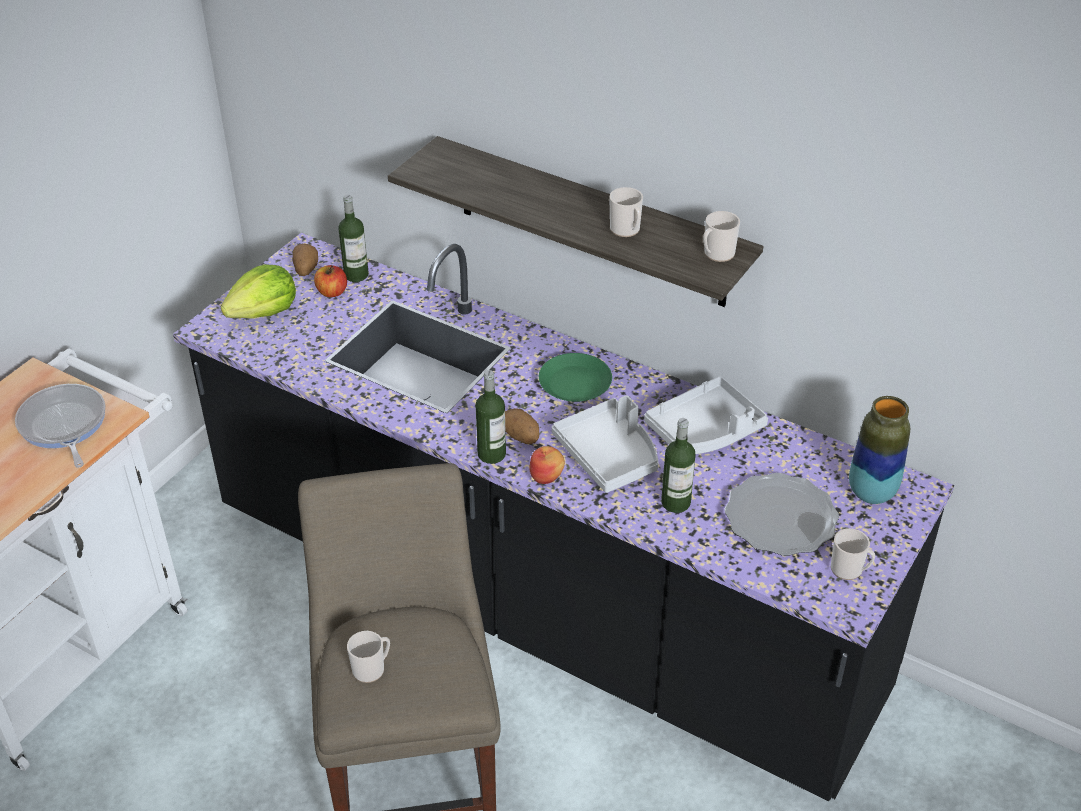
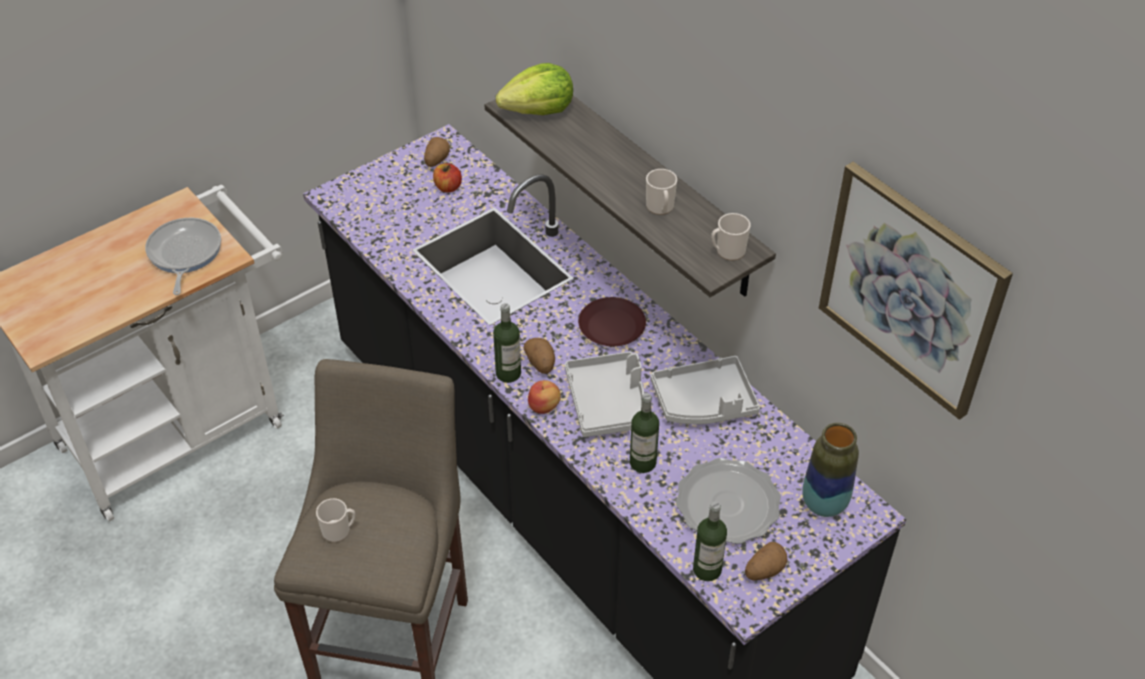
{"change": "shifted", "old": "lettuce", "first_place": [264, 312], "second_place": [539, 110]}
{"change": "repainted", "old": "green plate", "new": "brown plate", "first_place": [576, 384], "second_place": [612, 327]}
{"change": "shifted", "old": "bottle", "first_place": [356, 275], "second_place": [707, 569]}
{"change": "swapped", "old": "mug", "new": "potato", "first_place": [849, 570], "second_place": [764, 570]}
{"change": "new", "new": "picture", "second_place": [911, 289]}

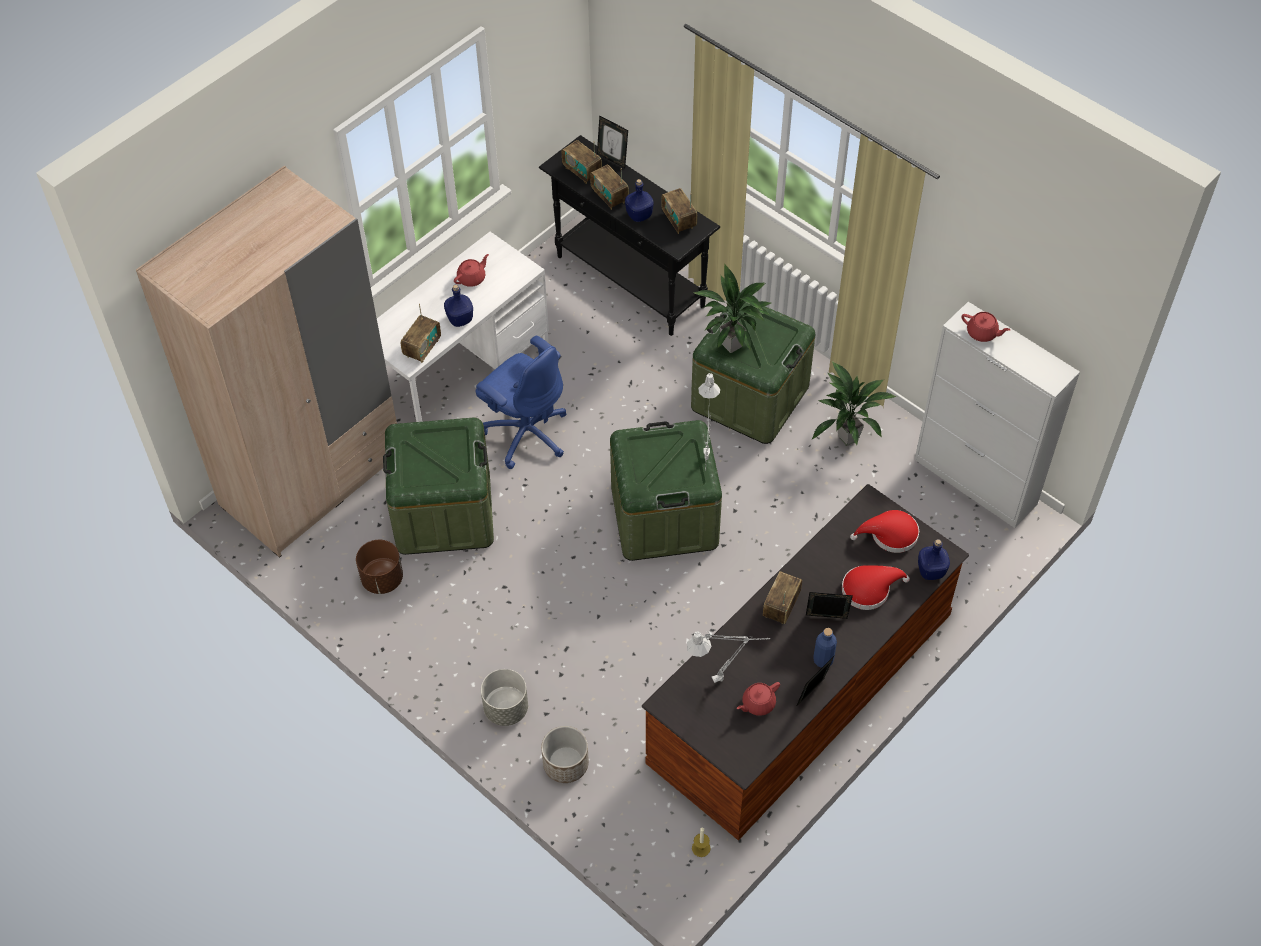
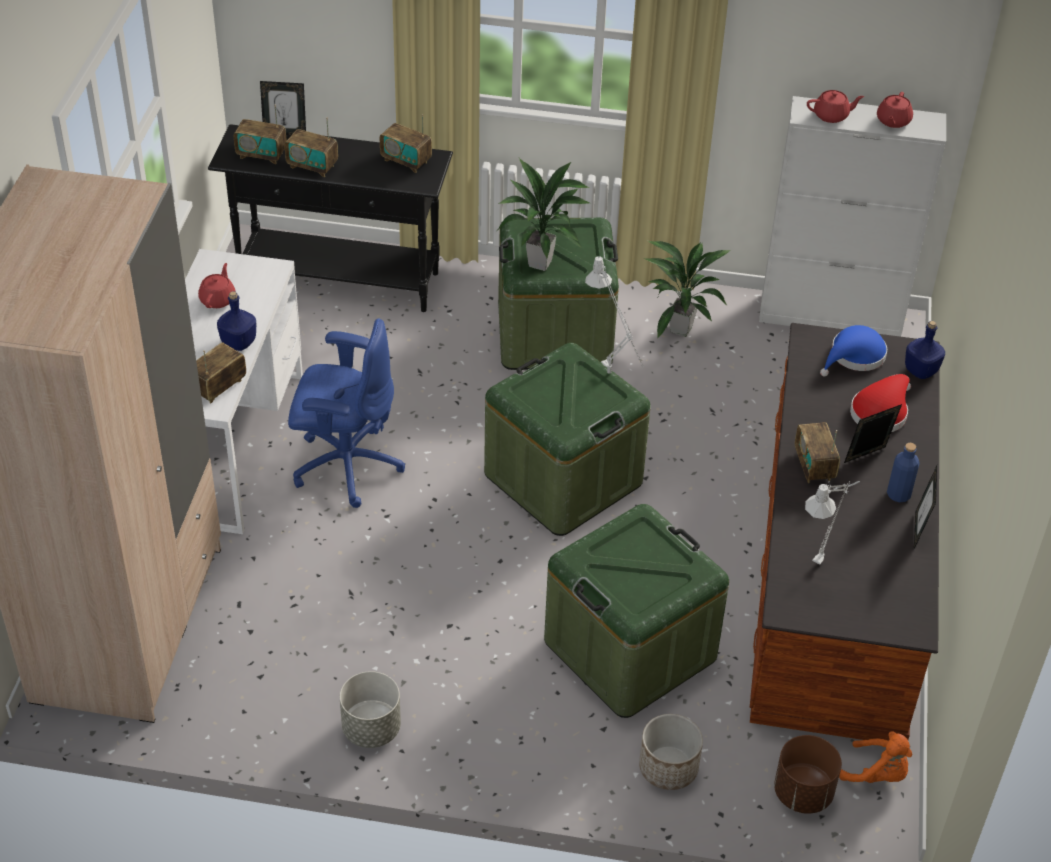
{"change": "rotated", "old": "radio", "first_place": [422, 348], "second_place": [218, 387], "degrees": -135}
{"change": "shifted", "old": "grey planter", "first_place": [506, 709], "second_place": [372, 729]}
{"change": "shifted", "old": "green storage box", "first_place": [444, 512], "second_place": [630, 650]}
{"change": "shifted", "old": "brown planter", "first_place": [382, 579], "second_place": [802, 793]}
{"change": "repainted", "old": "red hat", "new": "blue hat", "first_place": [890, 535], "second_place": [854, 357]}
{"change": "swapped", "old": "candle", "new": "orange plush toy", "first_place": [701, 848], "second_place": [877, 774]}
{"change": "shifted", "old": "red teapot", "first_place": [757, 703], "second_place": [893, 121]}
{"change": "gone", "old": "blue bottle", "first_place": [639, 215]}

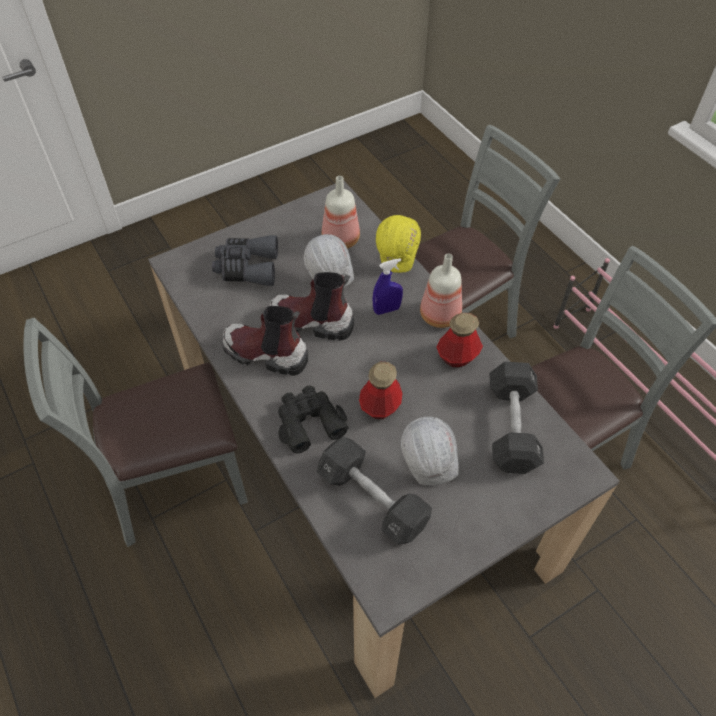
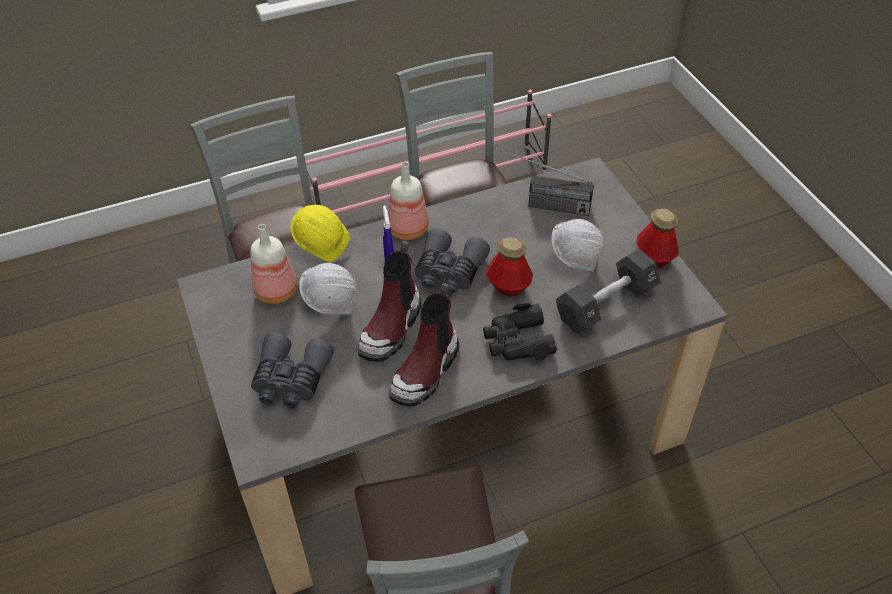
{"change": "new", "new": "grey binoculars", "second_place": [449, 272]}
{"change": "swapped", "old": "black dumbbell", "new": "radio", "first_place": [512, 427], "second_place": [542, 205]}
{"change": "shifted", "old": "bottle", "first_place": [457, 357], "second_place": [654, 258]}

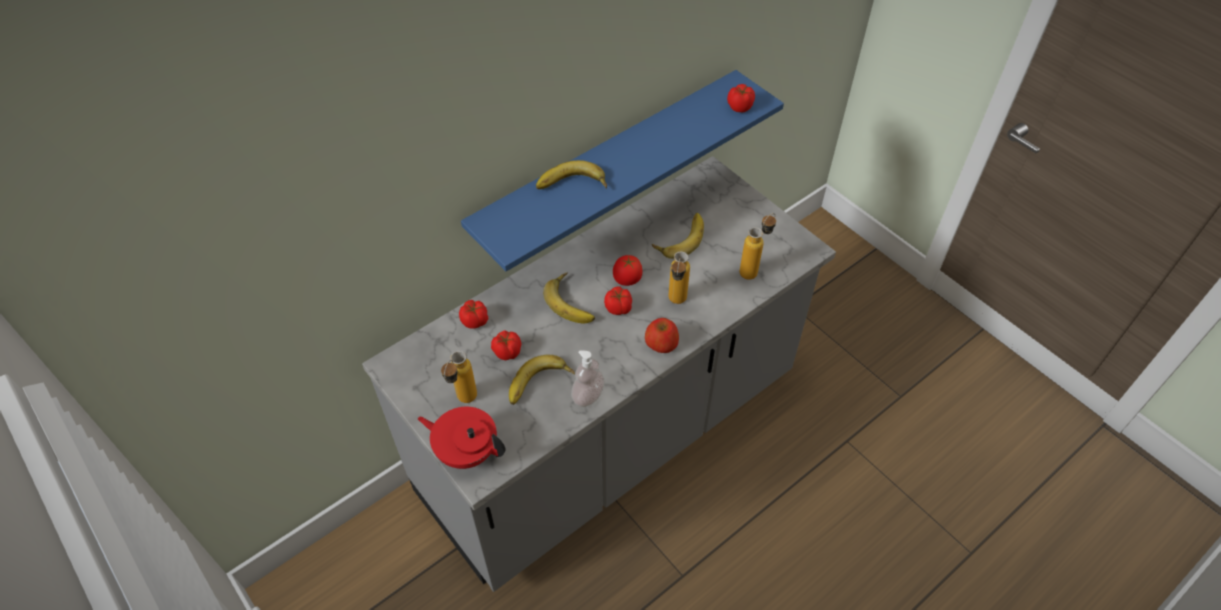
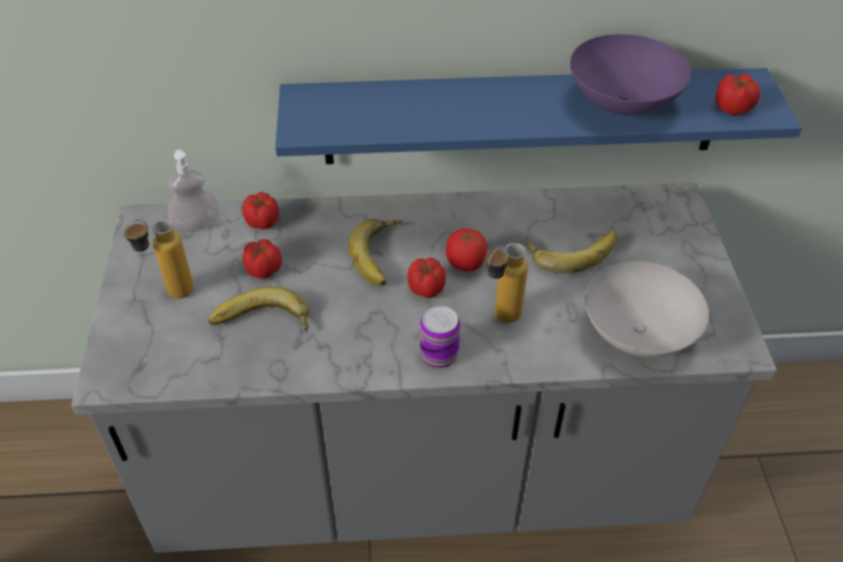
{"change": "shifted", "old": "soap dispenser", "first_place": [588, 396], "second_place": [196, 223]}
{"change": "swapped", "old": "apple", "new": "can", "first_place": [661, 344], "second_place": [439, 354]}
{"change": "new", "new": "purple bowl", "second_place": [620, 103]}
{"change": "swapped", "old": "bottle", "new": "white bowl", "first_place": [753, 269], "second_place": [636, 332]}
{"change": "gone", "old": "red teapot", "first_place": [466, 451]}
{"change": "gone", "old": "banana", "first_place": [572, 186]}

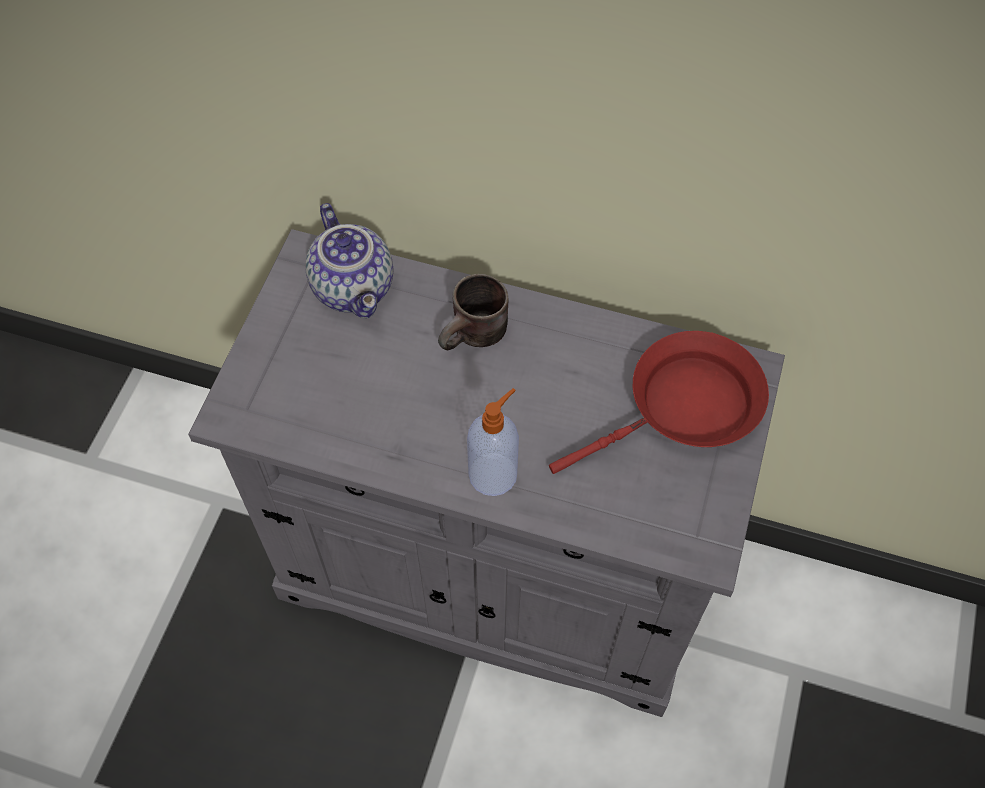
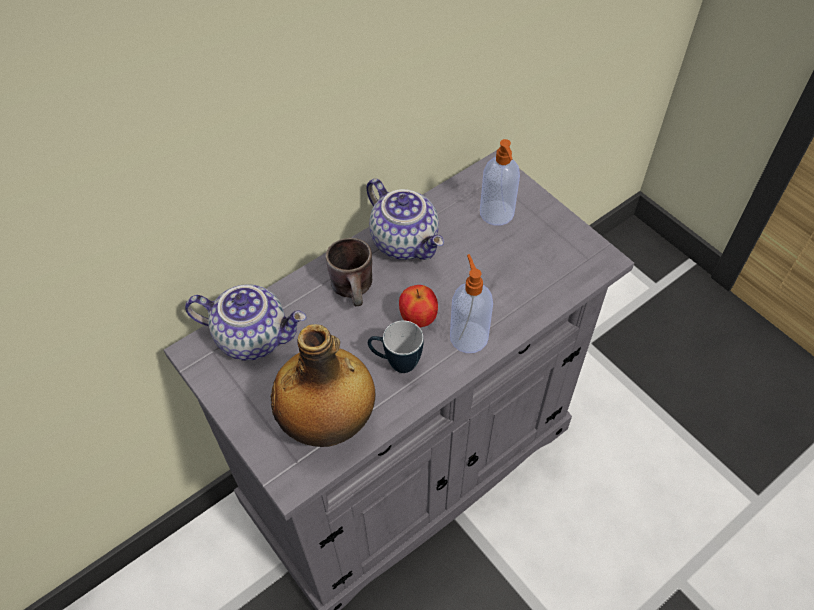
{"change": "new", "new": "bottle", "second_place": [329, 423]}
{"change": "new", "new": "teapot", "second_place": [406, 241]}
{"change": "new", "new": "mug", "second_place": [396, 363]}
{"change": "new", "new": "apple", "second_place": [418, 319]}
{"change": "swapped", "old": "red frying pan", "new": "soap dispenser", "first_place": [684, 408], "second_place": [497, 214]}

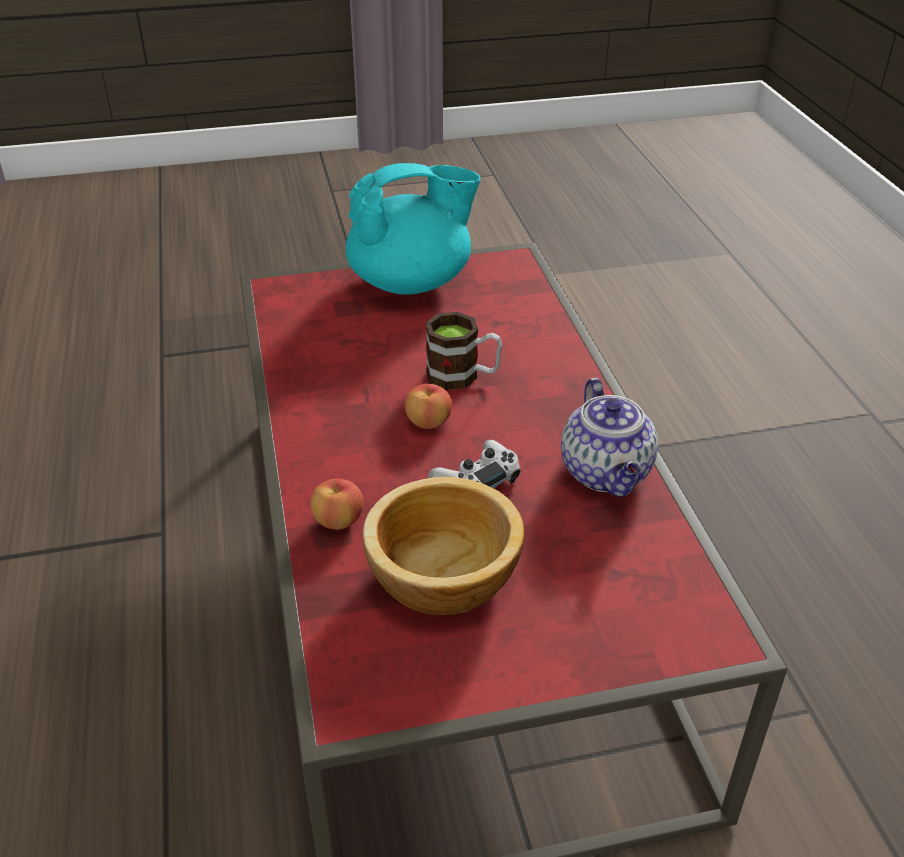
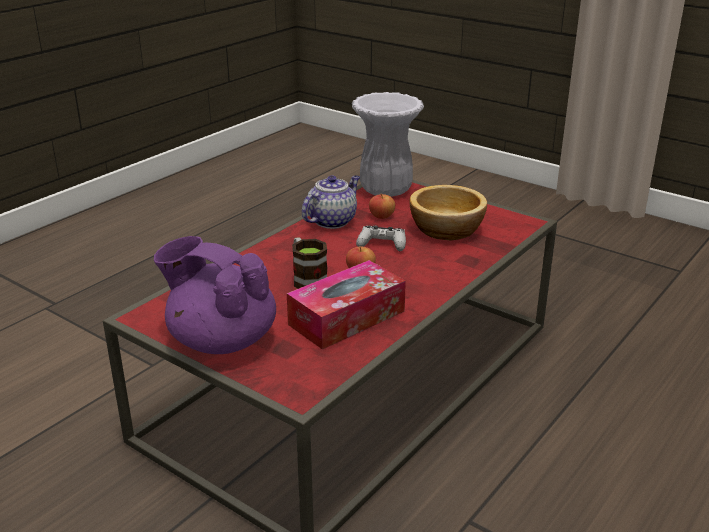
{"change": "repainted", "old": "turquoise teapot", "new": "purple teapot", "first_place": [412, 282], "second_place": [221, 340]}
{"change": "new", "new": "tissue box", "second_place": [347, 318]}
{"change": "new", "new": "white vase", "second_place": [385, 190]}
{"change": "shifted", "old": "apple", "first_place": [338, 520], "second_place": [381, 216]}

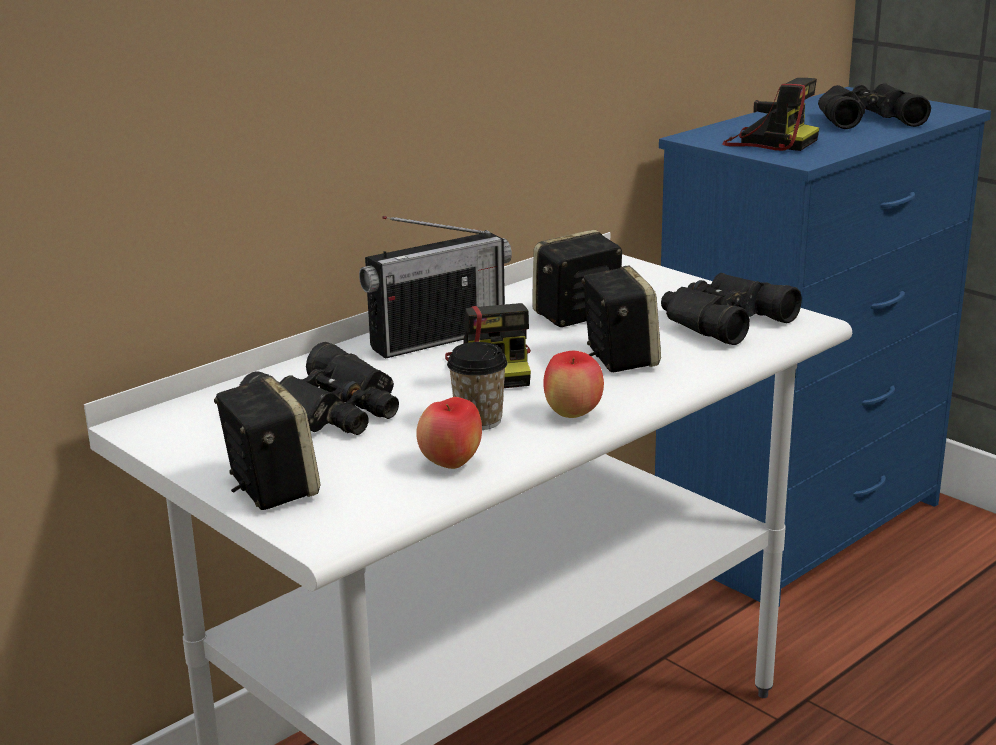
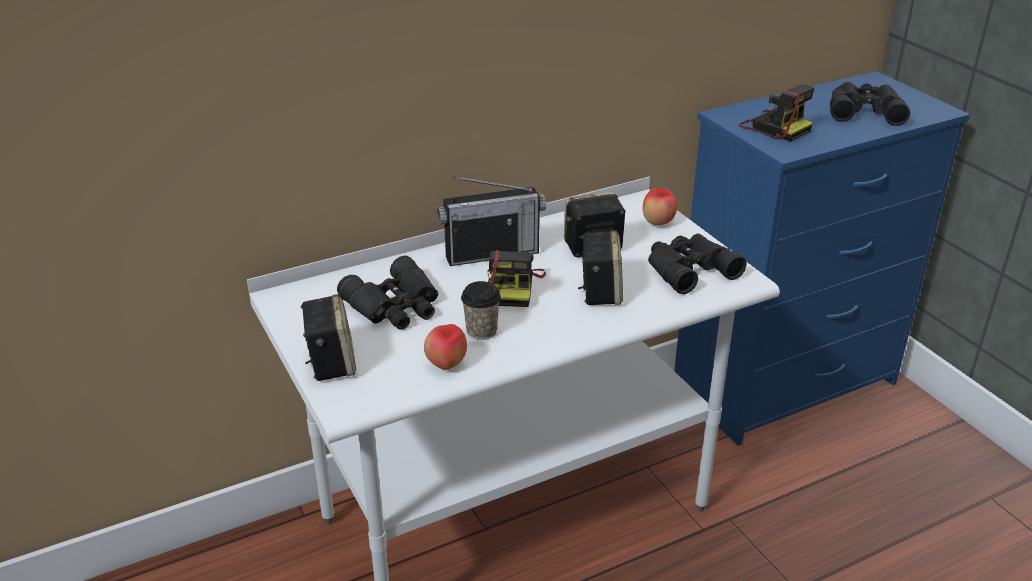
{"change": "shifted", "old": "apple", "first_place": [573, 414], "second_place": [658, 223]}

